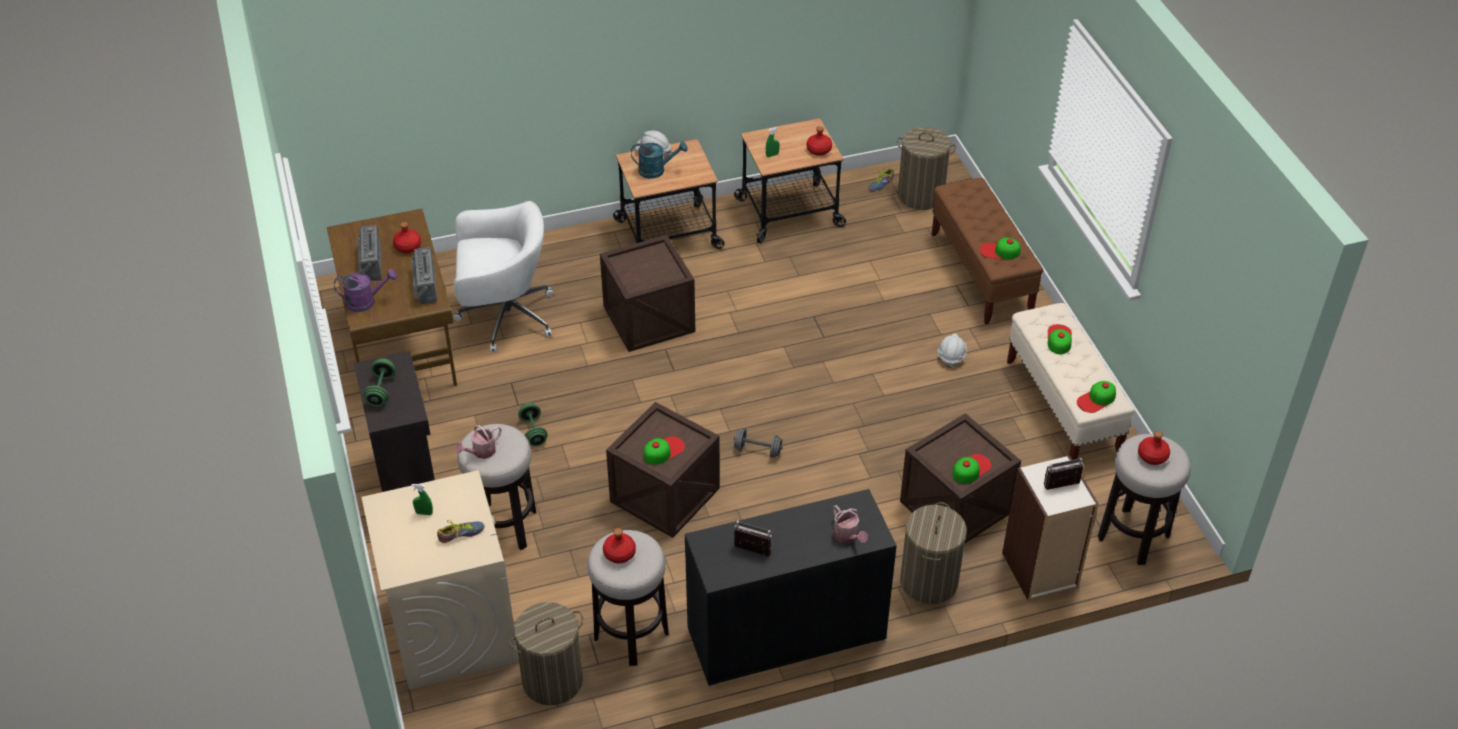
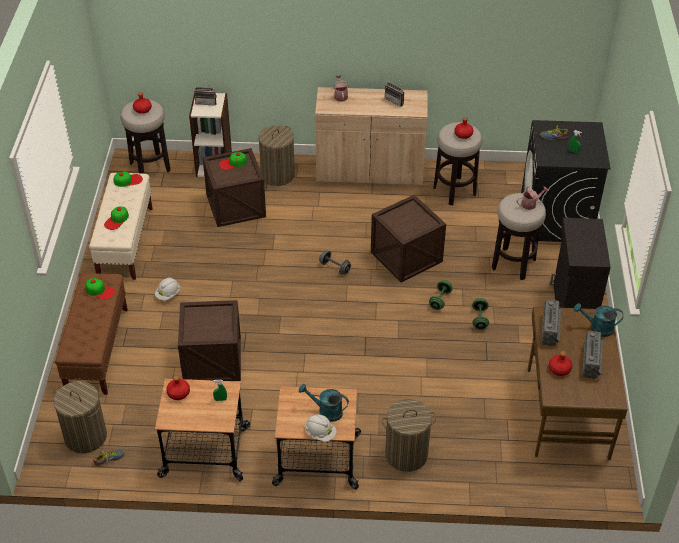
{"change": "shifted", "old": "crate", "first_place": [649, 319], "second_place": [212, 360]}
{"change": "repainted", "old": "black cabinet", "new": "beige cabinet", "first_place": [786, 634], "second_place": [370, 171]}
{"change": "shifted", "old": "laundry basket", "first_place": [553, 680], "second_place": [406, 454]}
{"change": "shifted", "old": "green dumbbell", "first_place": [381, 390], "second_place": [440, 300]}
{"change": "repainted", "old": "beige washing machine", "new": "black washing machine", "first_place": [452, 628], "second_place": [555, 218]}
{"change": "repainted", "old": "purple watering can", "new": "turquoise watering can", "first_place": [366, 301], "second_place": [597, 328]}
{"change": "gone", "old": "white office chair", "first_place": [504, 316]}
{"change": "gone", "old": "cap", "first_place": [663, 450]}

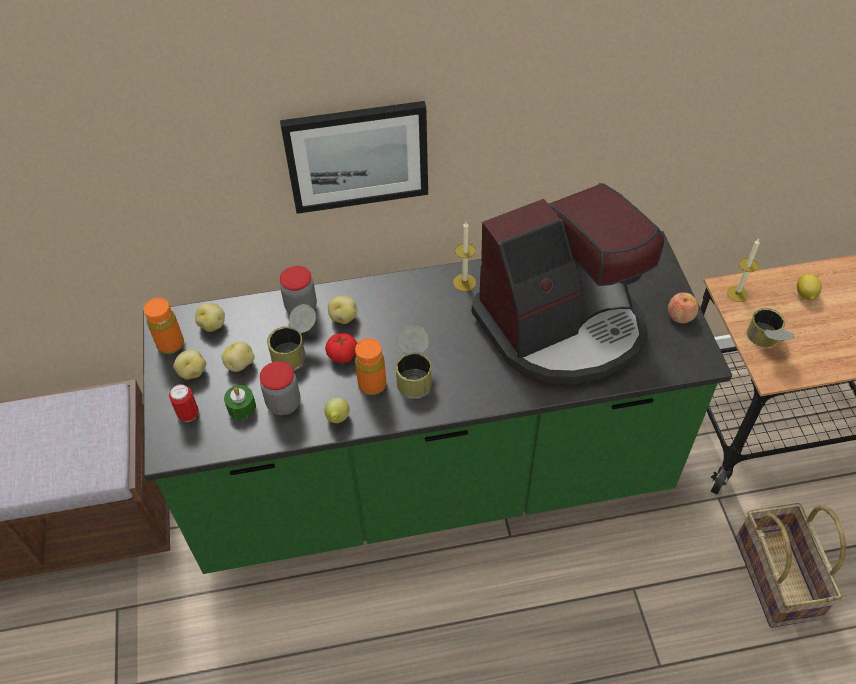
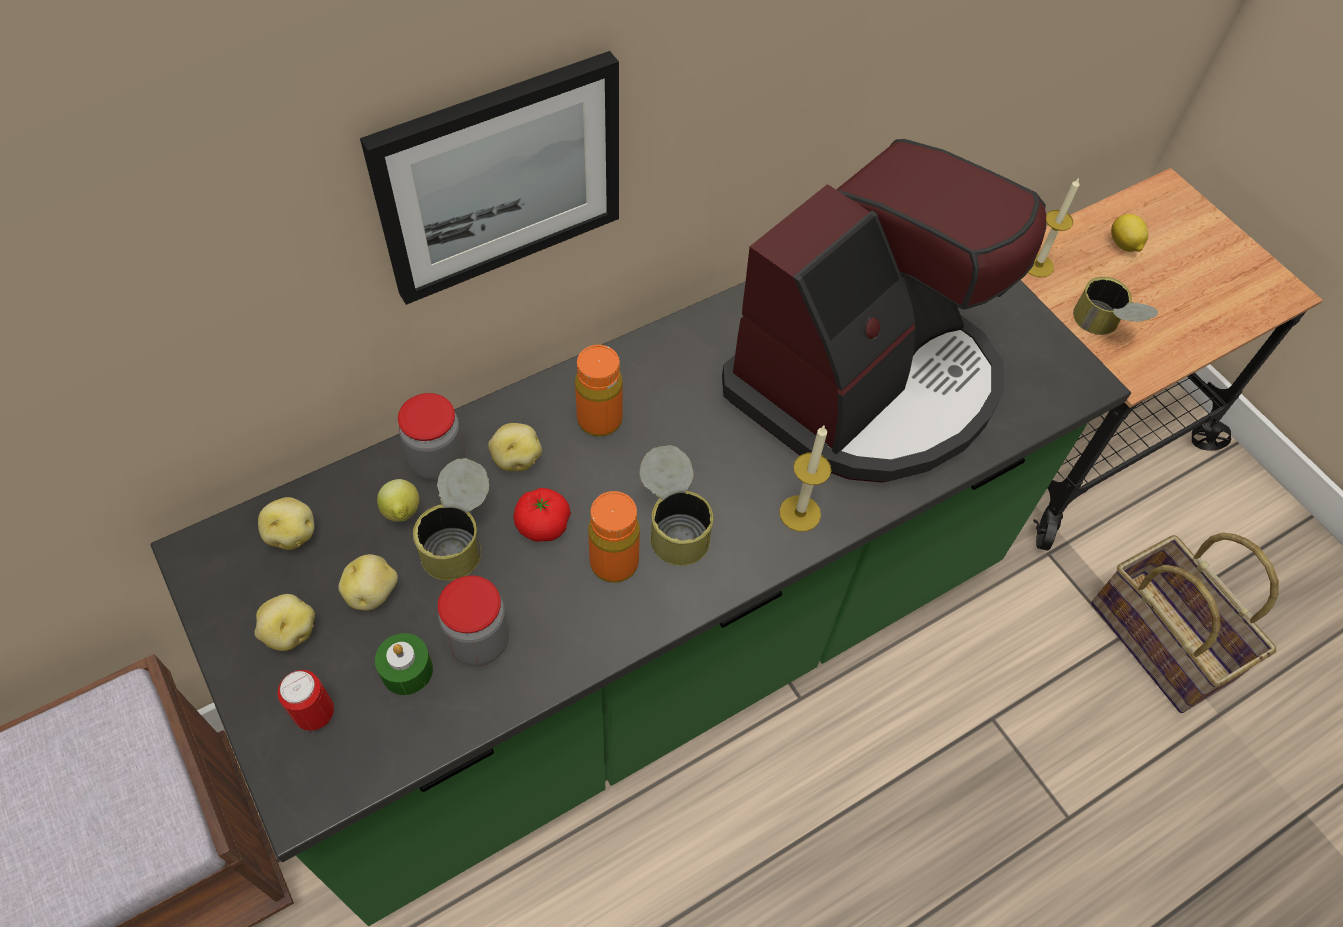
{"change": "shifted", "old": "lemon", "first_place": [338, 419], "second_place": [402, 514]}
{"change": "shifted", "old": "orange bottle", "first_place": [170, 344], "second_place": [599, 420]}
{"change": "shifted", "old": "candle", "first_place": [464, 282], "second_place": [800, 513]}
{"change": "gone", "old": "apple", "first_place": [680, 315]}

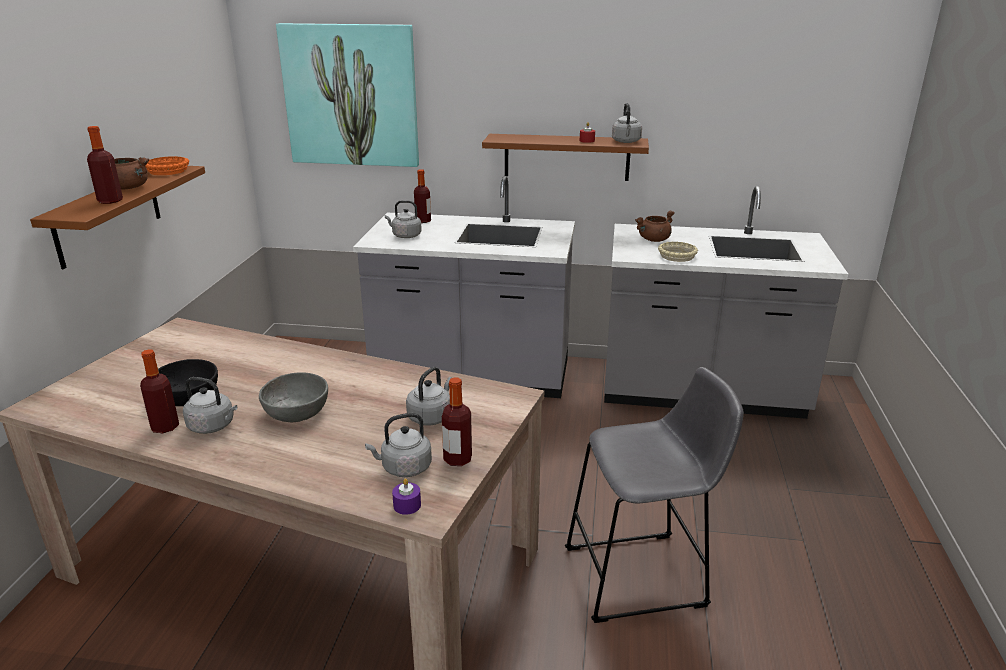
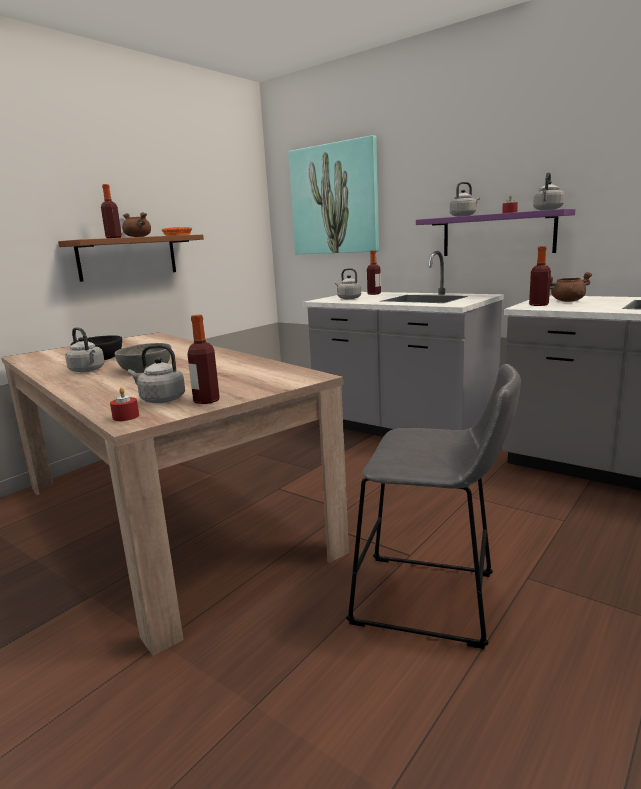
{"change": "repainted", "old": "purple candle", "new": "red candle", "first_place": [407, 505], "second_place": [126, 417]}
{"change": "repainted", "old": "brown shelf", "new": "purple shelf", "first_place": [566, 157], "second_place": [497, 234]}
{"change": "shifted", "old": "grey kettle", "first_place": [431, 416], "second_place": [463, 216]}
{"change": "shifted", "old": "bottle", "first_place": [165, 427], "second_place": [538, 305]}
{"change": "gone", "old": "beige bowl", "first_place": [676, 256]}

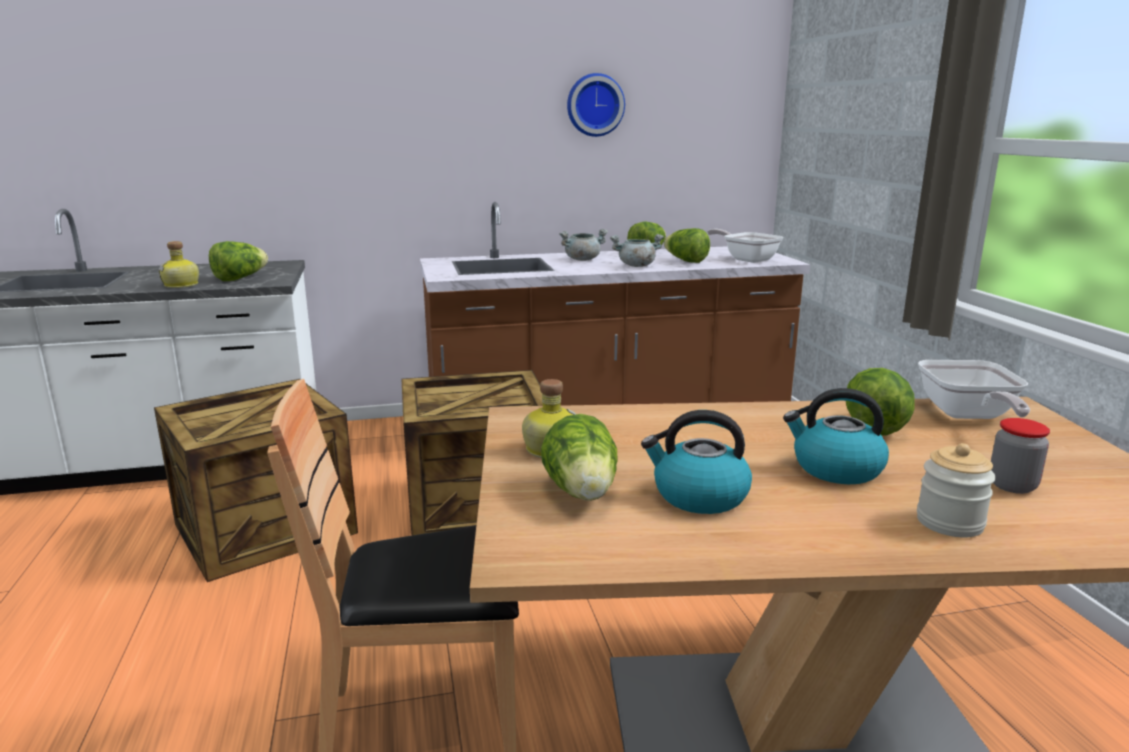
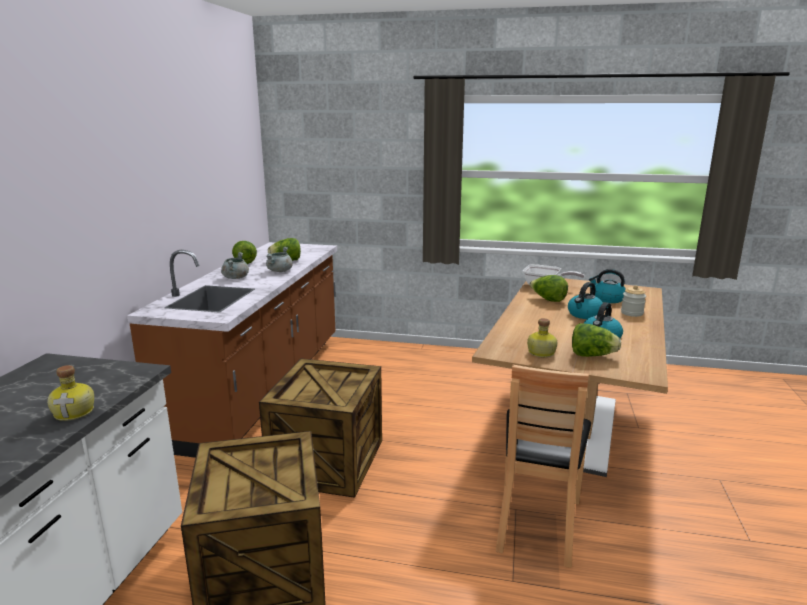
{"change": "swapped", "old": "jar", "new": "kettle", "first_place": [1012, 486], "second_place": [607, 299]}
{"change": "gone", "old": "lettuce", "first_place": [239, 278]}
{"change": "gone", "old": "wall clock", "first_place": [594, 105]}
{"change": "gone", "old": "frying pan", "first_place": [747, 259]}

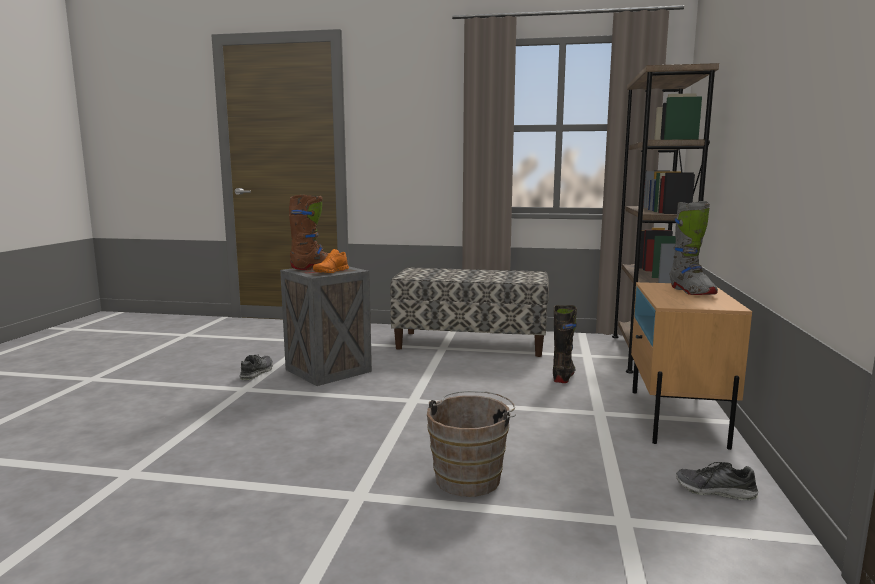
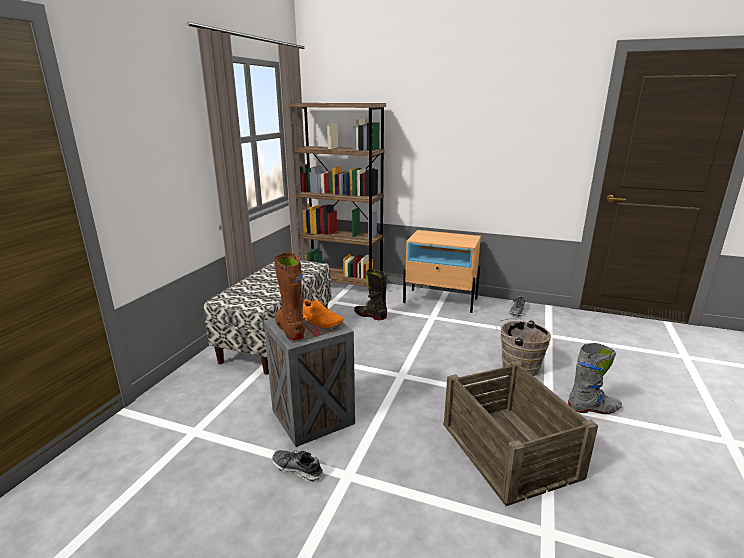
{"change": "new", "new": "crate", "second_place": [509, 449]}
{"change": "shifted", "old": "grey boot", "first_place": [691, 292], "second_place": [593, 409]}

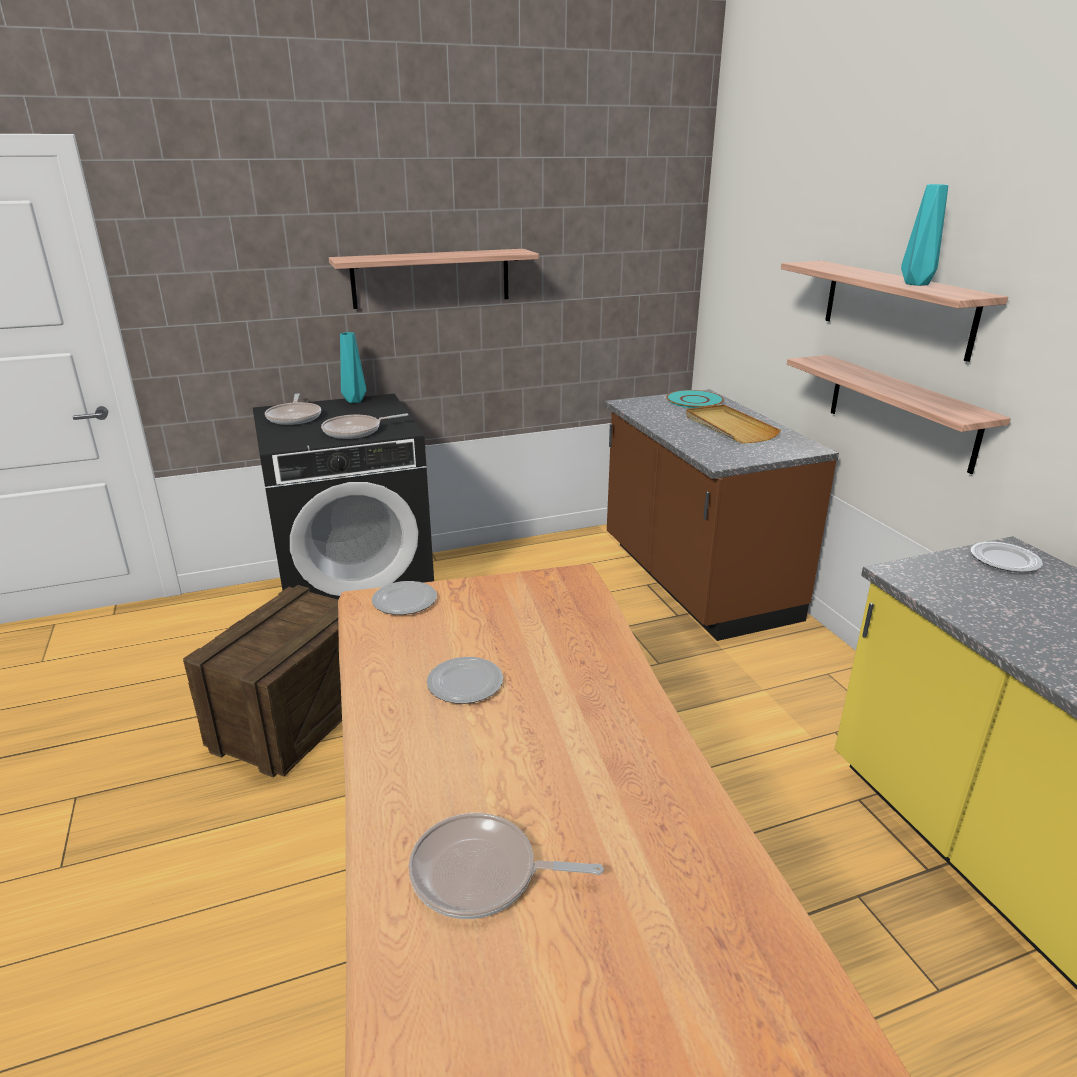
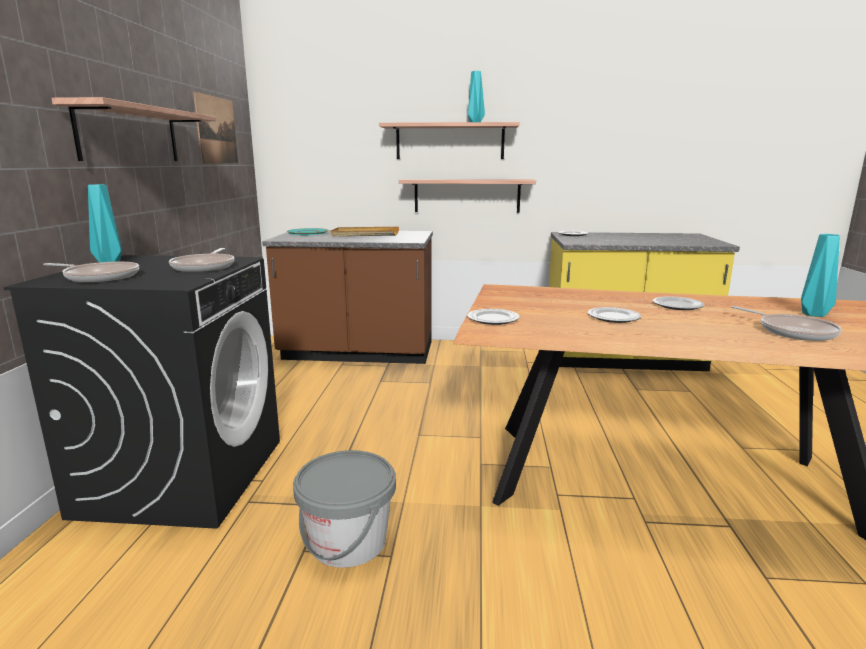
{"change": "new", "new": "picture", "second_place": [216, 130]}
{"change": "swapped", "old": "crate", "new": "grey bucket", "first_place": [293, 718], "second_place": [348, 542]}
{"change": "new", "new": "plate", "second_place": [677, 306]}
{"change": "rotated", "old": "frying pan", "first_place": [481, 874], "second_place": [792, 331], "degrees": -60}
{"change": "new", "new": "turquoise vase", "second_place": [814, 315]}

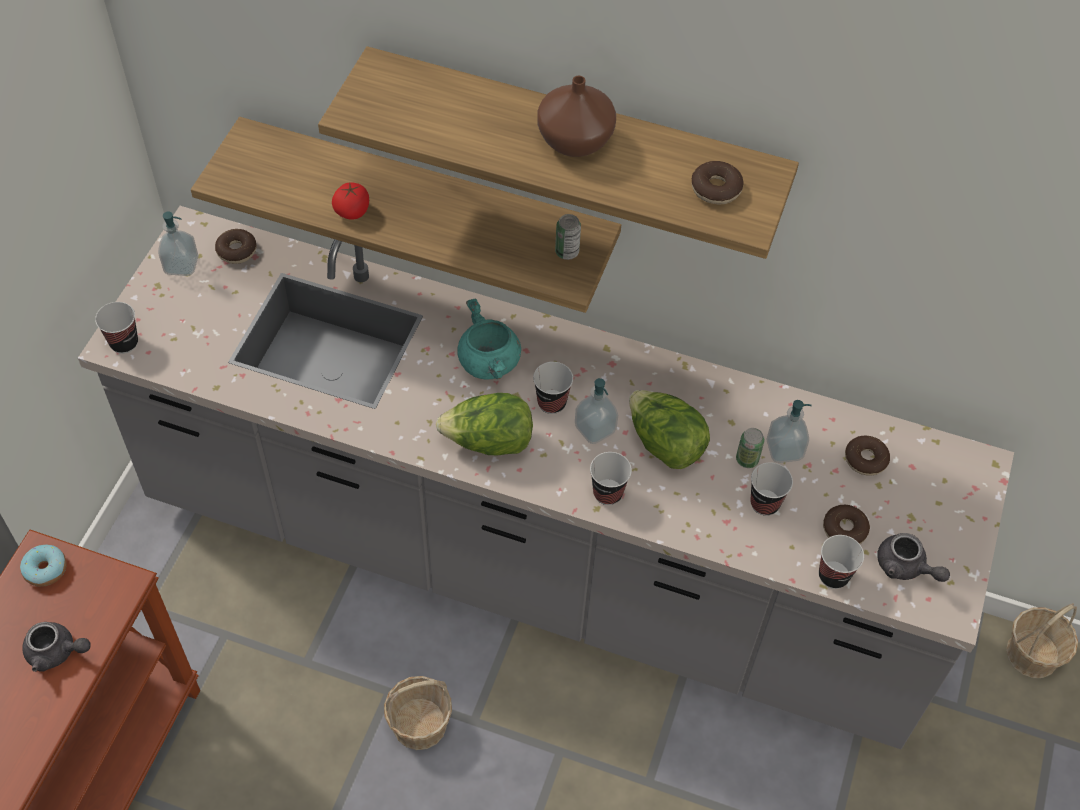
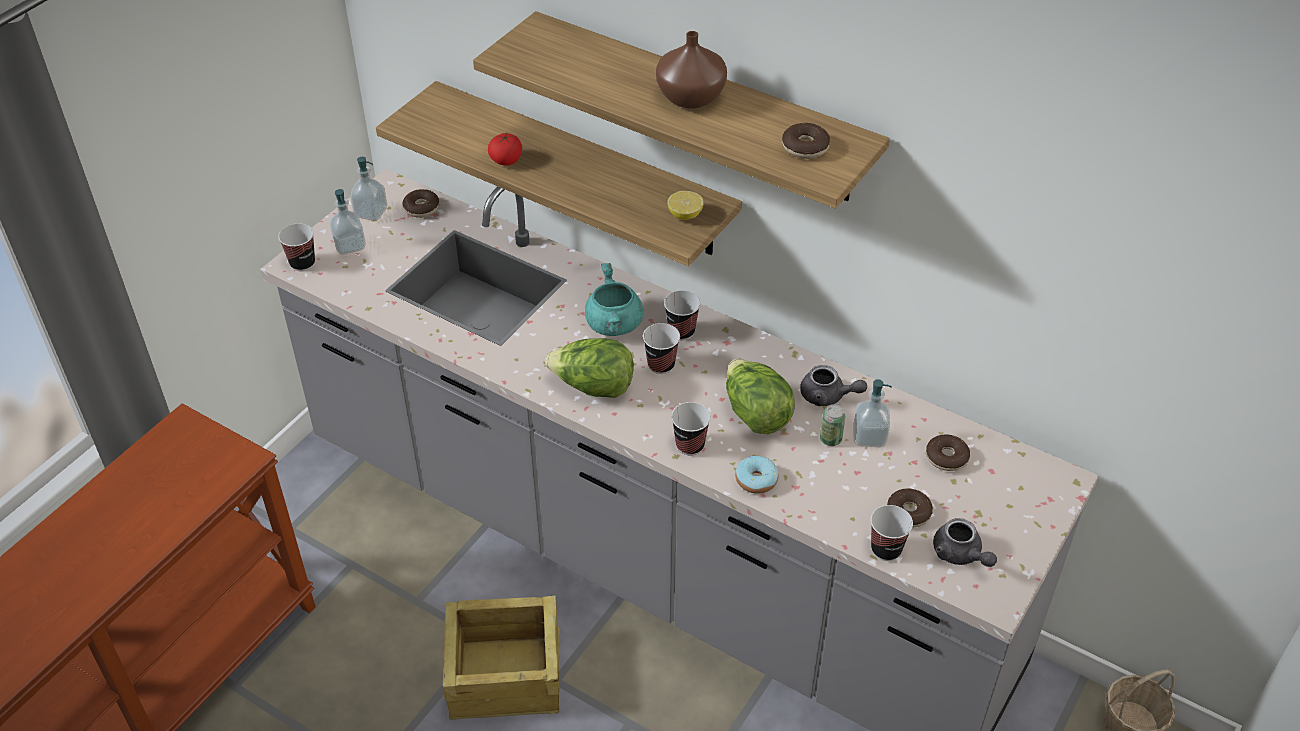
{"change": "shifted", "old": "soap dispenser", "first_place": [595, 429], "second_place": [350, 245]}
{"change": "swapped", "old": "basket", "new": "crate", "first_place": [419, 724], "second_place": [504, 673]}
{"change": "shifted", "old": "cup", "first_place": [765, 503], "second_place": [681, 331]}
{"change": "swapped", "old": "can", "new": "lemon", "first_place": [567, 252], "second_place": [685, 215]}
{"change": "shifted", "old": "donut", "first_place": [45, 569], "second_place": [756, 480]}
{"change": "shifted", "old": "grey teapot", "first_place": [57, 652], "second_place": [828, 396]}

